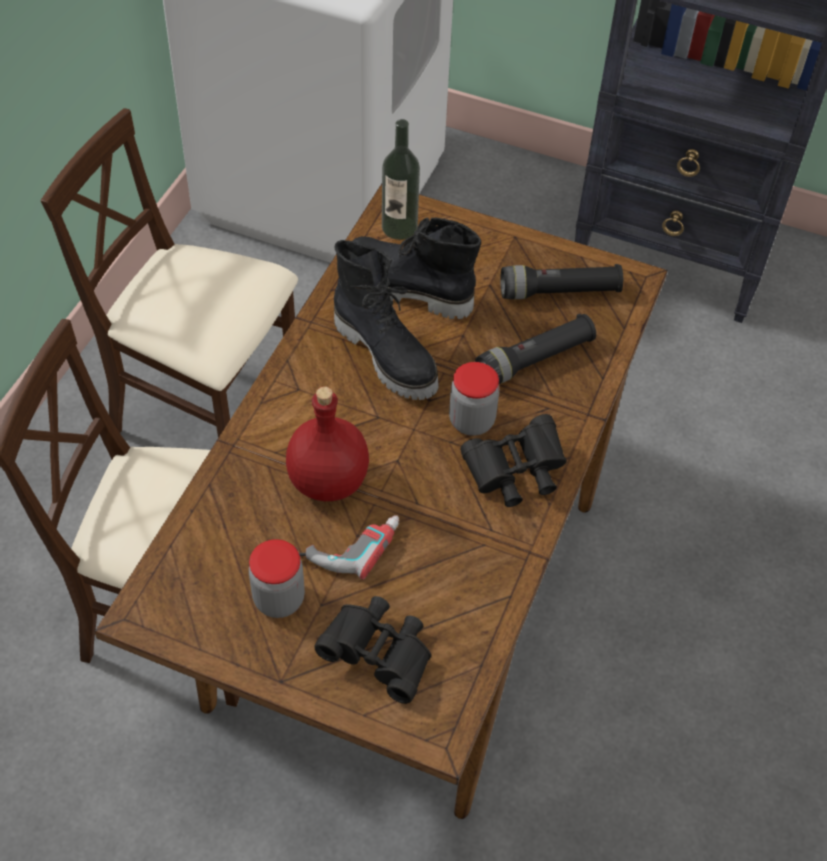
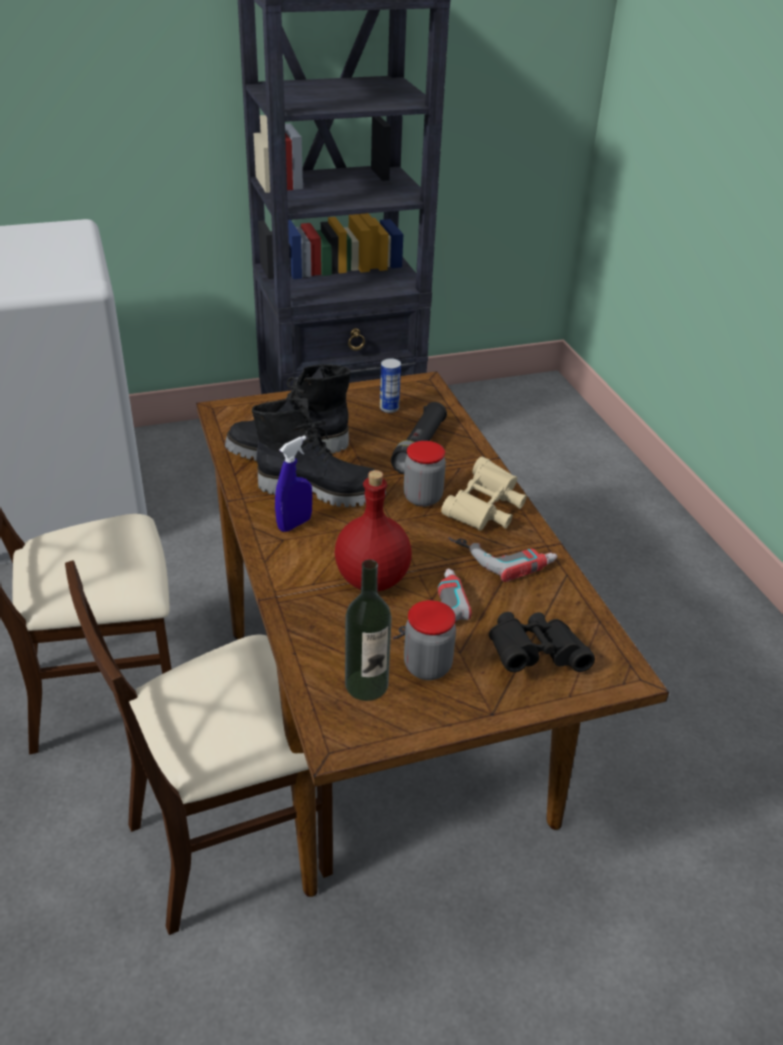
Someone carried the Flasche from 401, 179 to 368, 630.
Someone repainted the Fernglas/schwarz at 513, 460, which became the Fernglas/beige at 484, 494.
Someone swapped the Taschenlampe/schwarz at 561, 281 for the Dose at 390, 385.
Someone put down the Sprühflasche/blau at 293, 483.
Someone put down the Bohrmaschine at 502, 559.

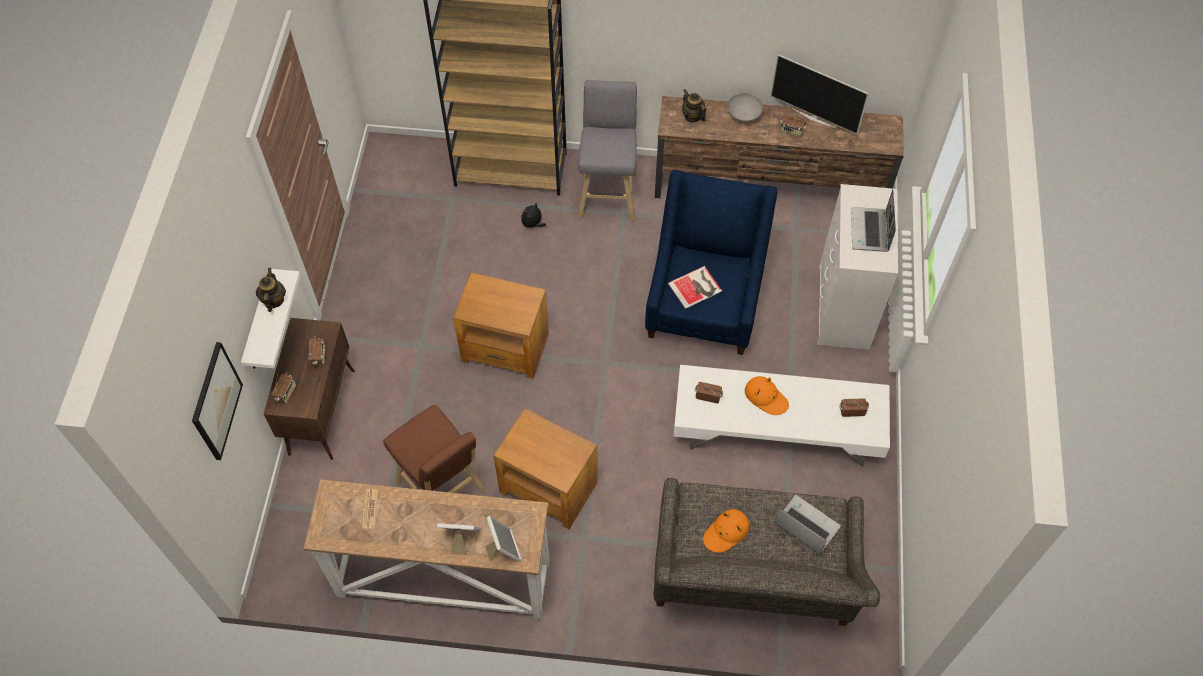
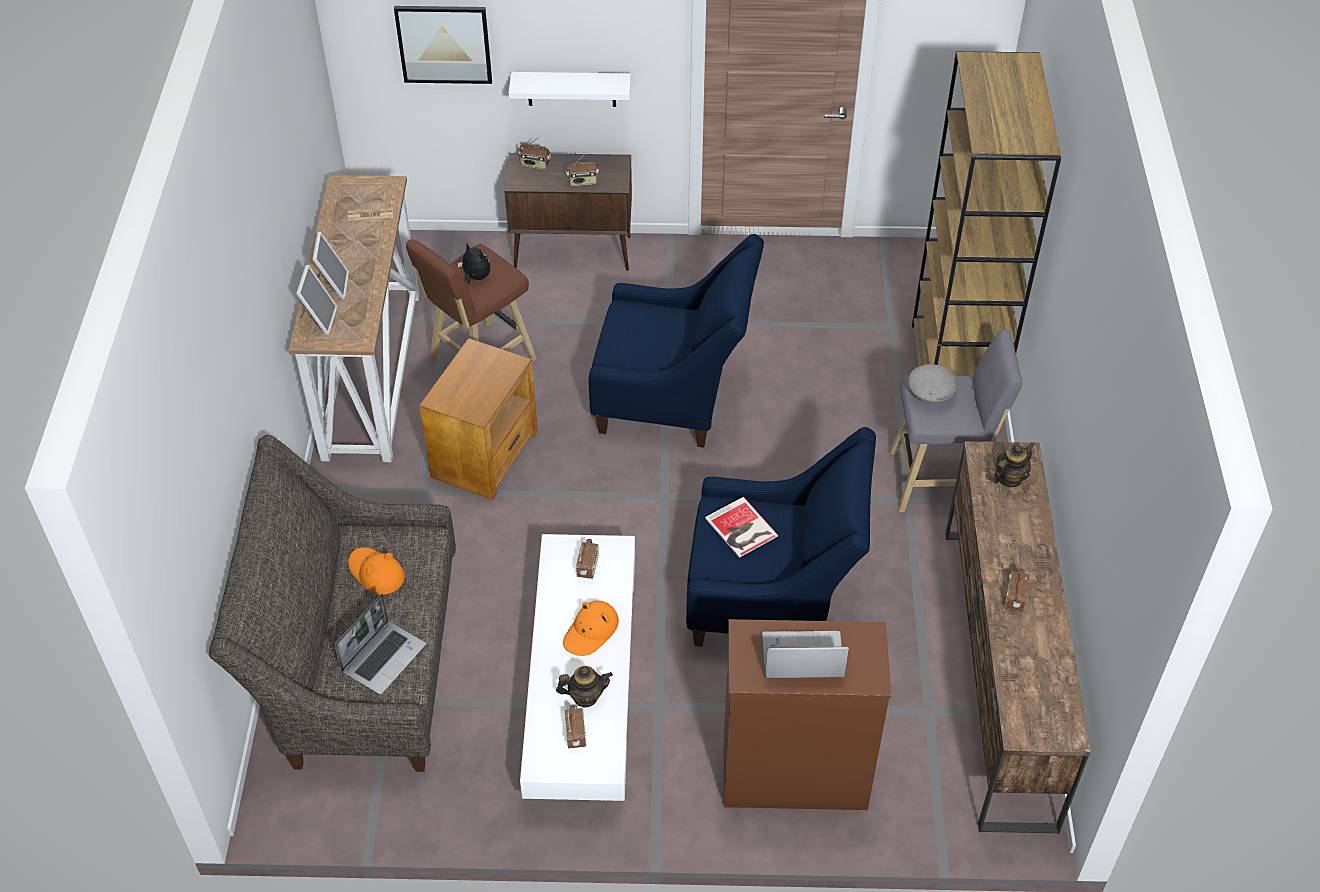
Someone carried the Teekanne from 271, 290 to 584, 687.
Someone swapped the Beistelltisch/braun at 501, 325 for the Sessel/blau at 676, 341.
Someone rotated the Bilderrahmen at 504, 539 by 60 degrees counterclockwise.
Someone carried the Plüschtier from 533, 215 to 474, 263.
Someone carried the Schüssel/grau from 745, 107 to 933, 384.
Someone took away the Fernseher at 819, 94.
Someone repainted the Kommode/weiß at 857, 267, which became the Kommode/braun at 807, 714.

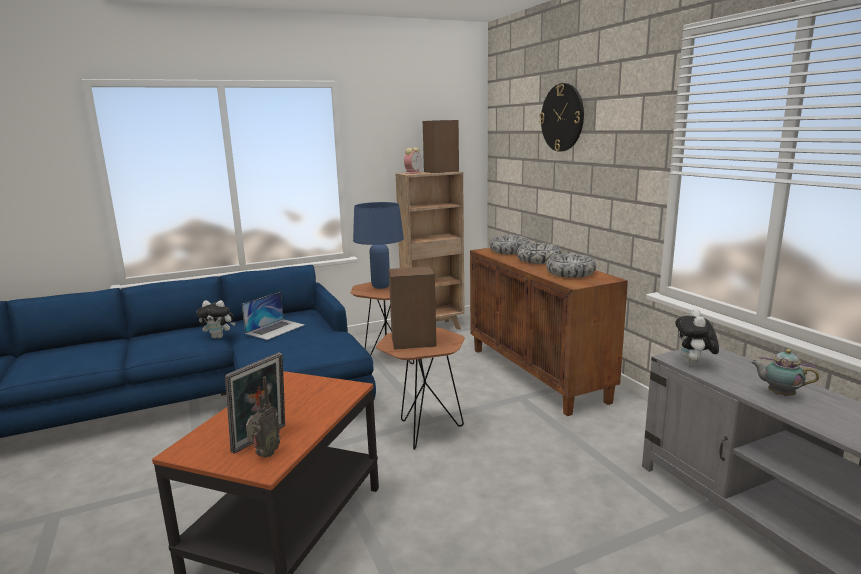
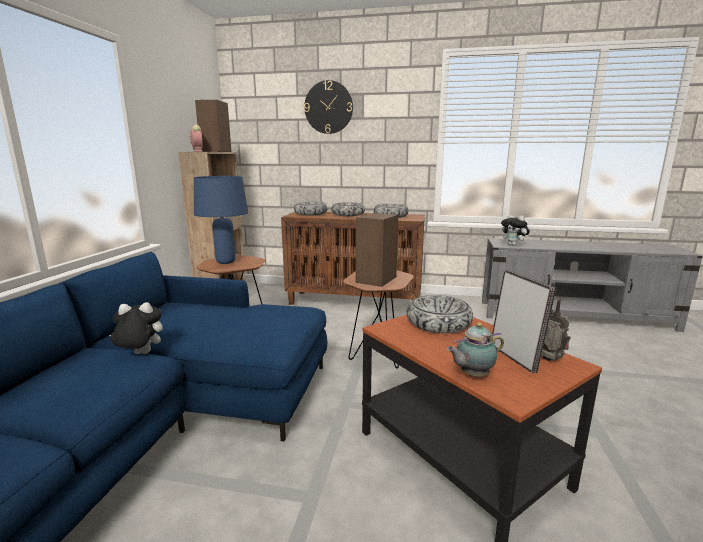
Someone rotated the Plüschtier at 216, 319 by 135 degrees counterclockwise.
Someone took away the Laptop at 273, 316.
Someone carried the Teekanne from 785, 372 to 475, 349.
Someone put down the Schüssel at 440, 314.

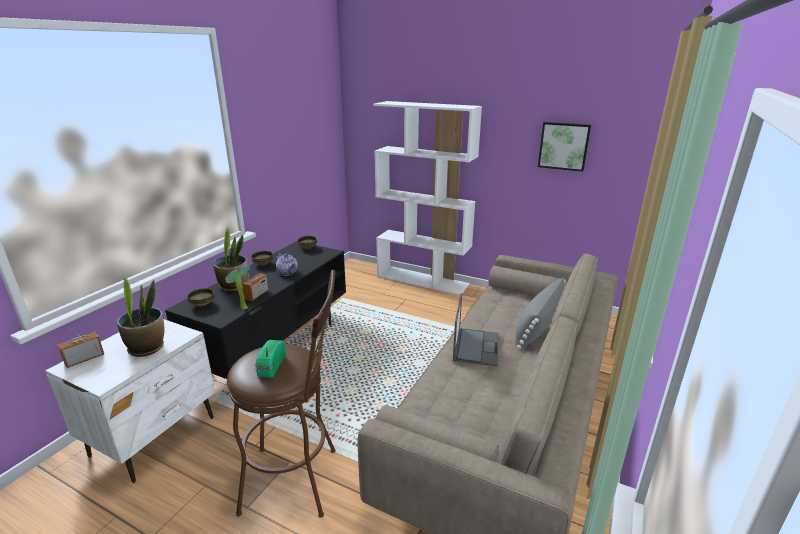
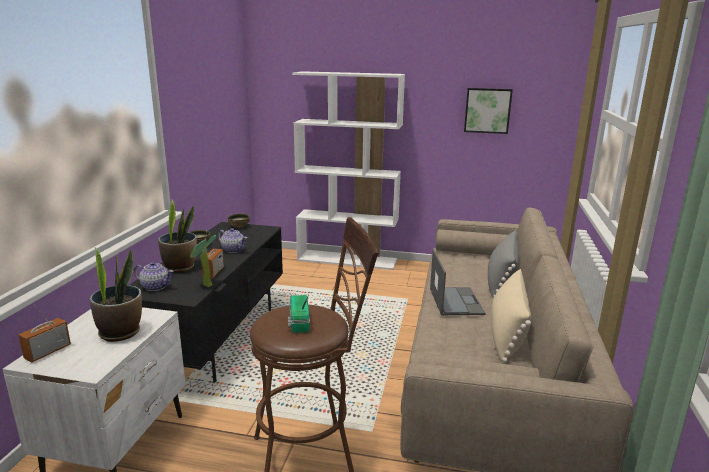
Someone swapped the Schüssel at 201, 297 for the Teekanne at 154, 276.
Someone put down the Kissen/beige at 511, 316.

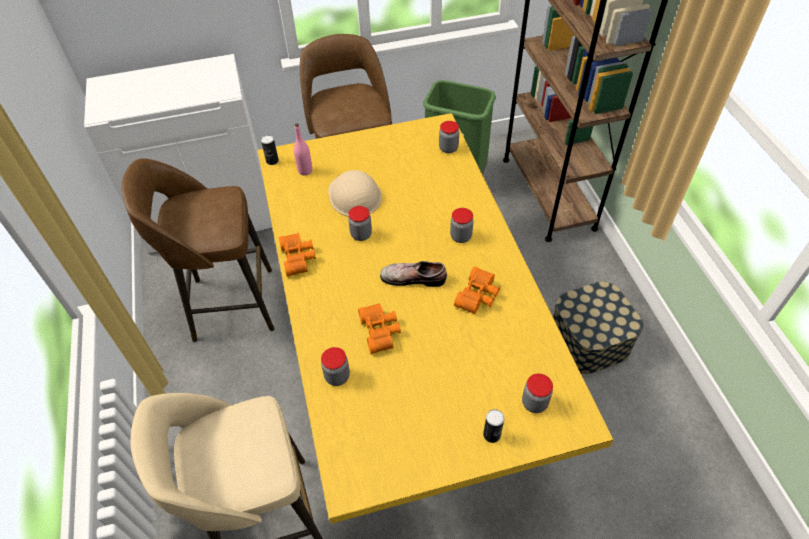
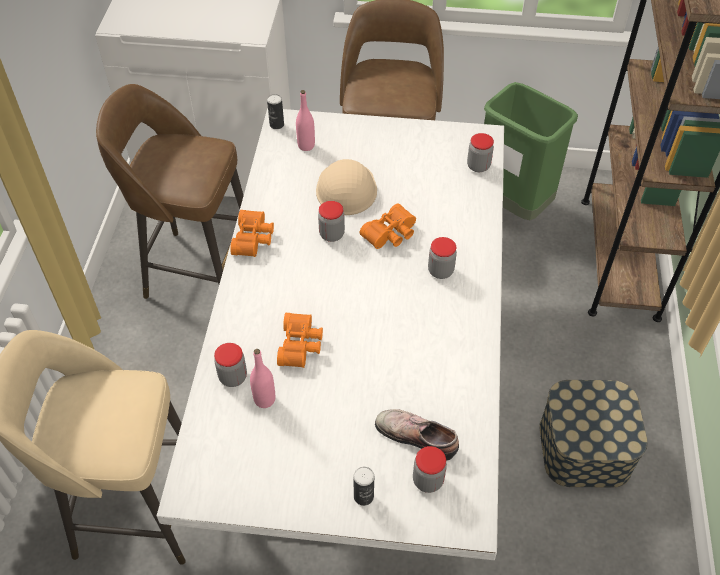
Someone repainted the Esstisch/gelb at 435, 318, which became the Esstisch/weiß at 330, 334.
Someone carried the Schuh from 413, 274 to 417, 435.
Someone carried the Fernglas/orange from 477, 290 to 388, 226.
Someone put down the Flasche/rosa at 262, 378.

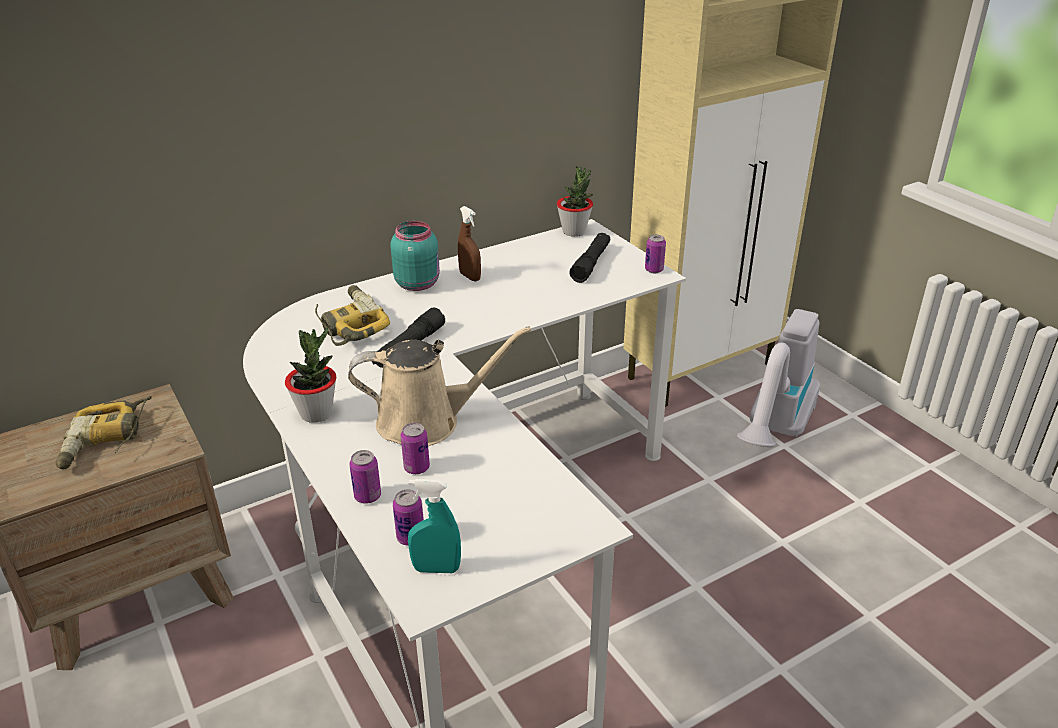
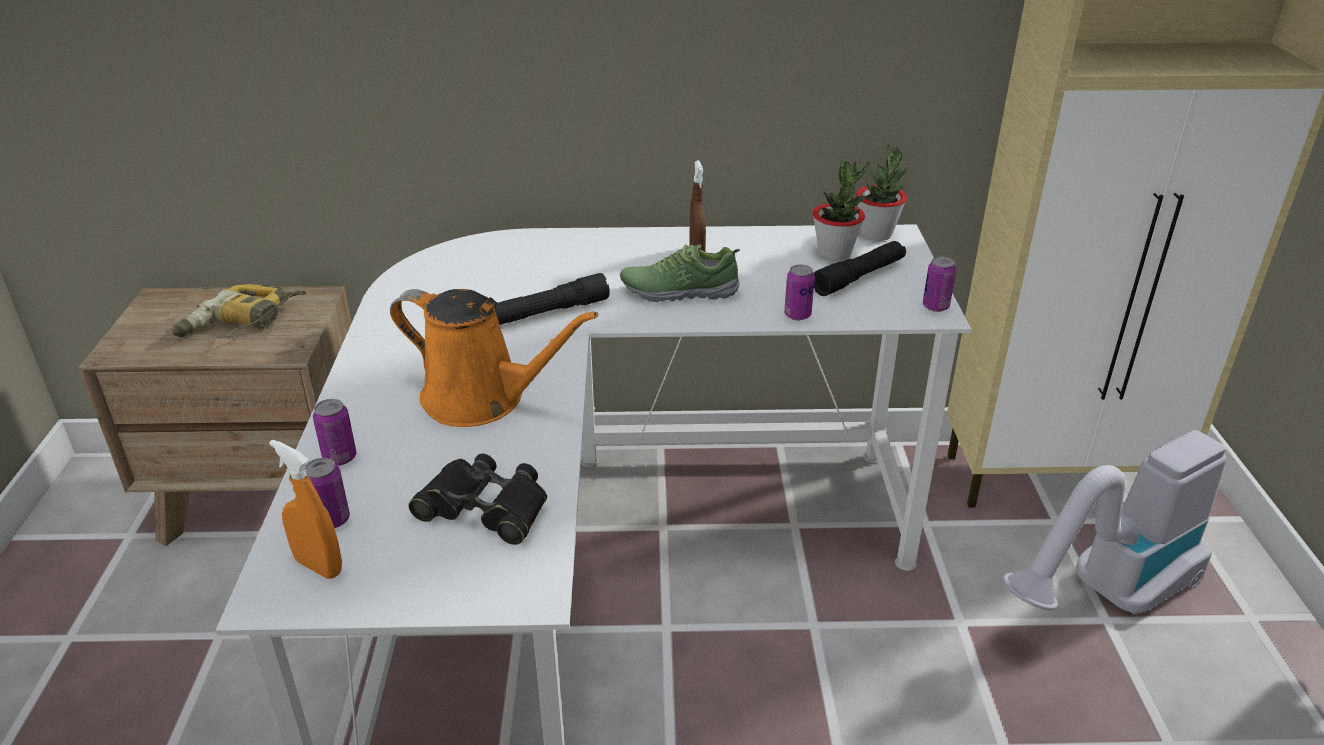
Someone carried the Topfpflanze from 310, 375 to 841, 210.
Someone took away the Bohrmaschine at 352, 315.
Someone repainted the Gießkanne/beige at 439, 386, which became the Gießkanne/orange at 494, 358.
Someone took away the Vorratsglas/türkis at 415, 256.
Someone carried the Dose from 415, 448 to 799, 292.
Someone repainted the Sprühflasche/türkis at 434, 526, which became the Sprühflasche/orange at 305, 509.
Someone put down the Fernglas/schwarz at 477, 499.
Someone put down the Schuh at 680, 273.

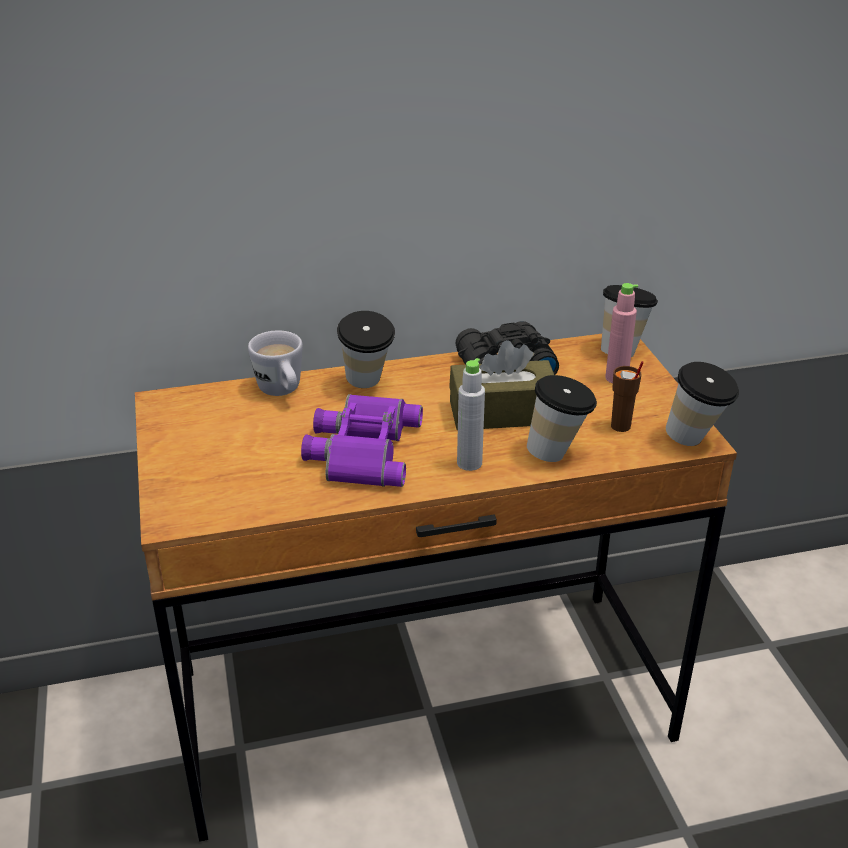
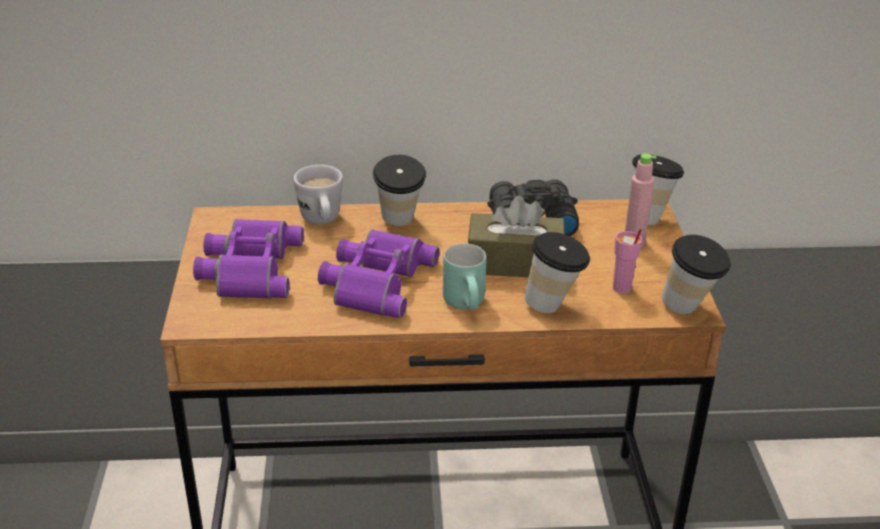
Someone swapped the Flasche/grau at 471, 414 for the Henkelbecher/türkis at 464, 277.
Someone repainted the Tasse/braun at 627, 396, which became the Tasse/rosa at 627, 260.
Someone put down the Fernglas/lila at 248, 259.

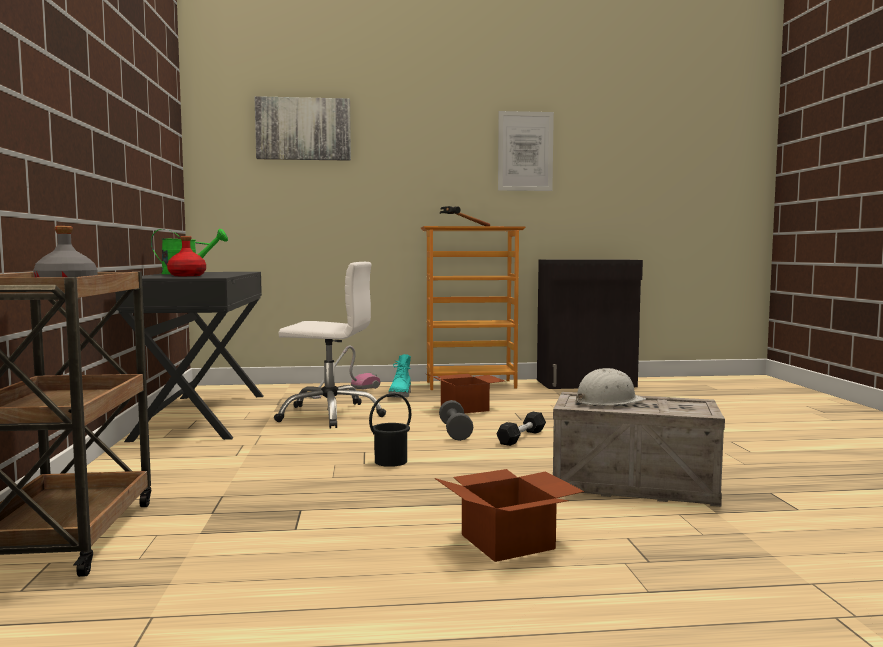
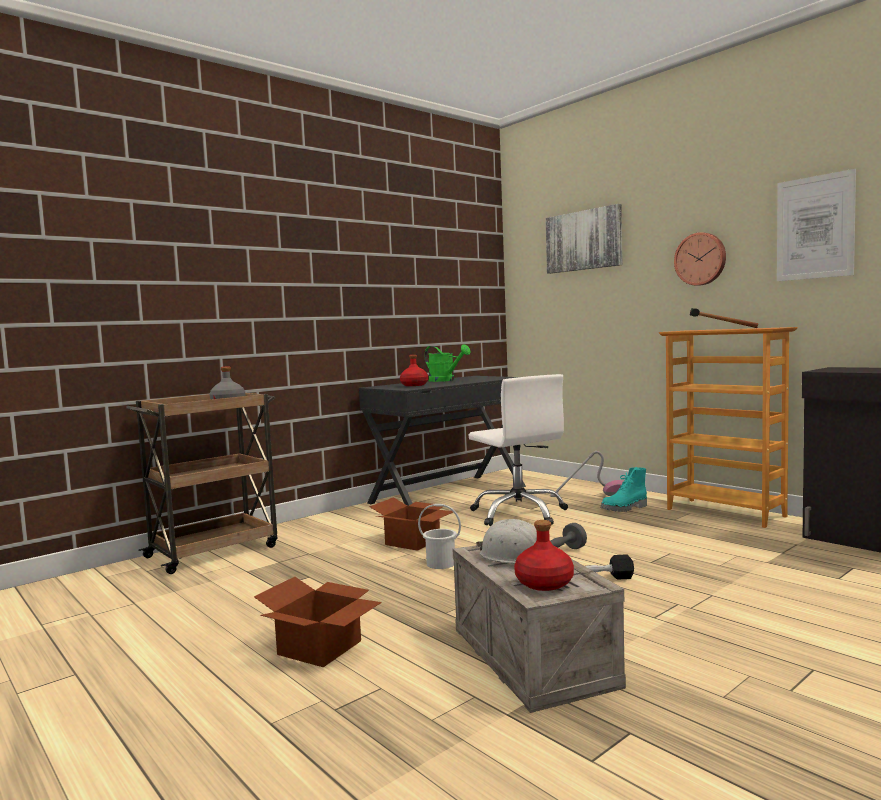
Someone repainted the Eimer/schwarz at 390, 430, which became the Eimer/weiß at 439, 536.
Someone carried the Karton from 466, 393 to 411, 524.
Someone put down the Flasche/rot at 544, 555.
Someone put up the Wanduhr at 700, 259.

